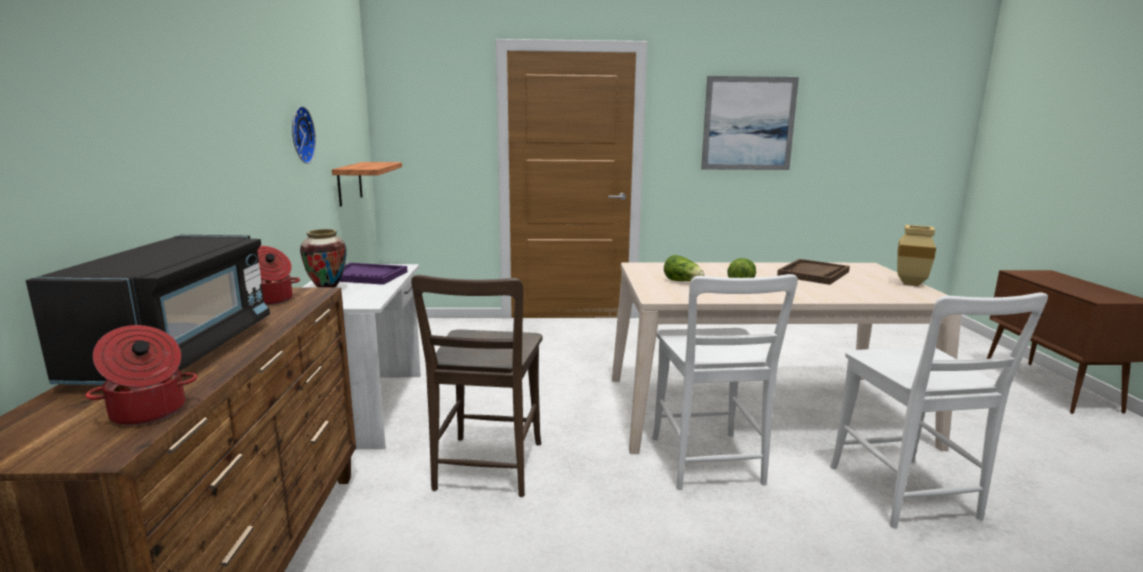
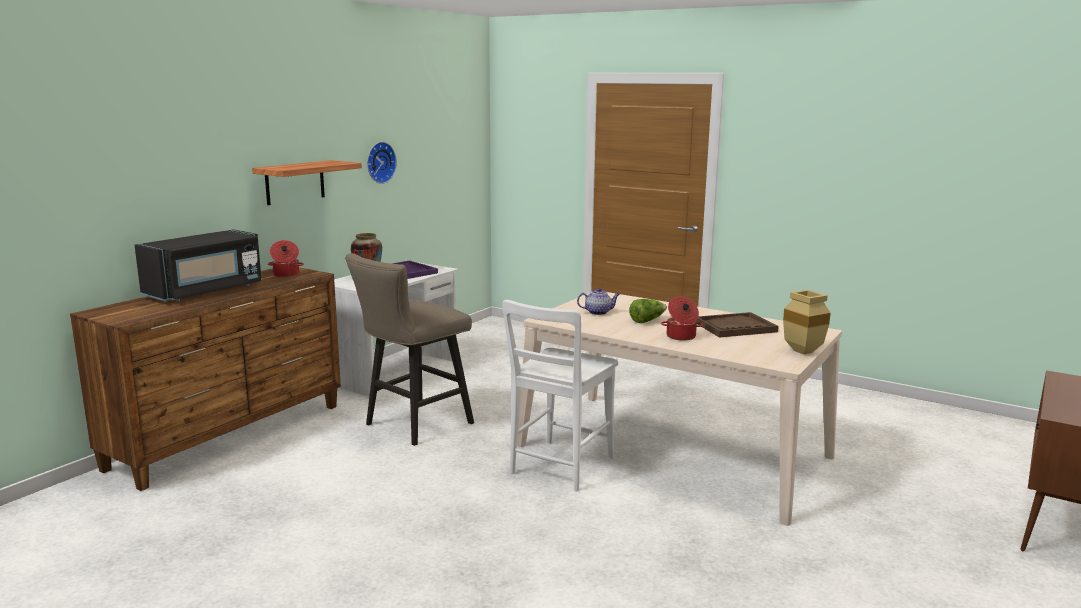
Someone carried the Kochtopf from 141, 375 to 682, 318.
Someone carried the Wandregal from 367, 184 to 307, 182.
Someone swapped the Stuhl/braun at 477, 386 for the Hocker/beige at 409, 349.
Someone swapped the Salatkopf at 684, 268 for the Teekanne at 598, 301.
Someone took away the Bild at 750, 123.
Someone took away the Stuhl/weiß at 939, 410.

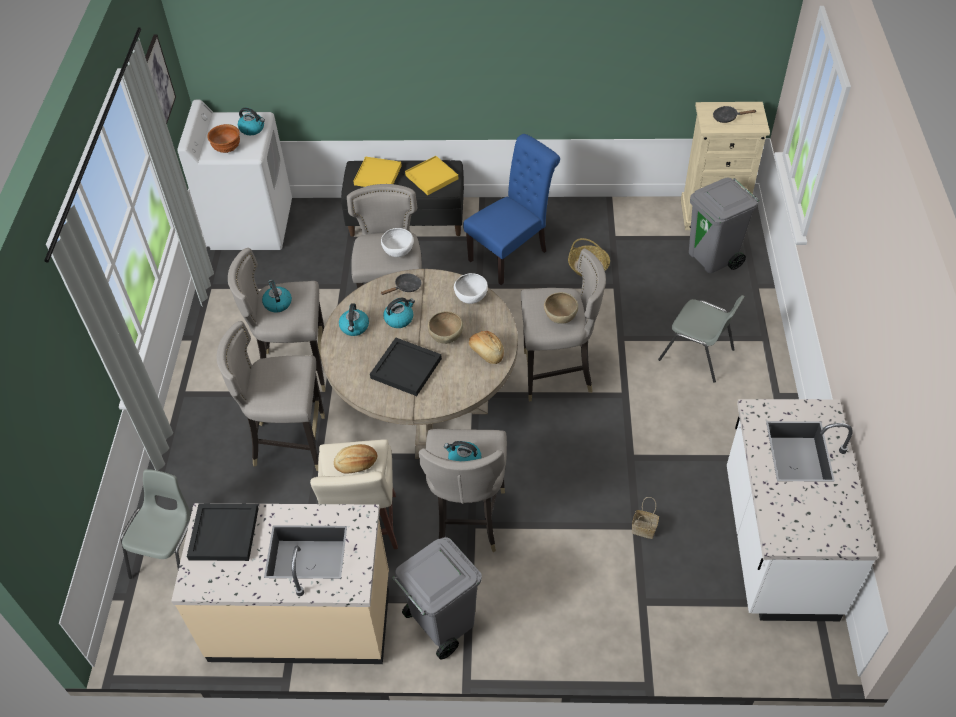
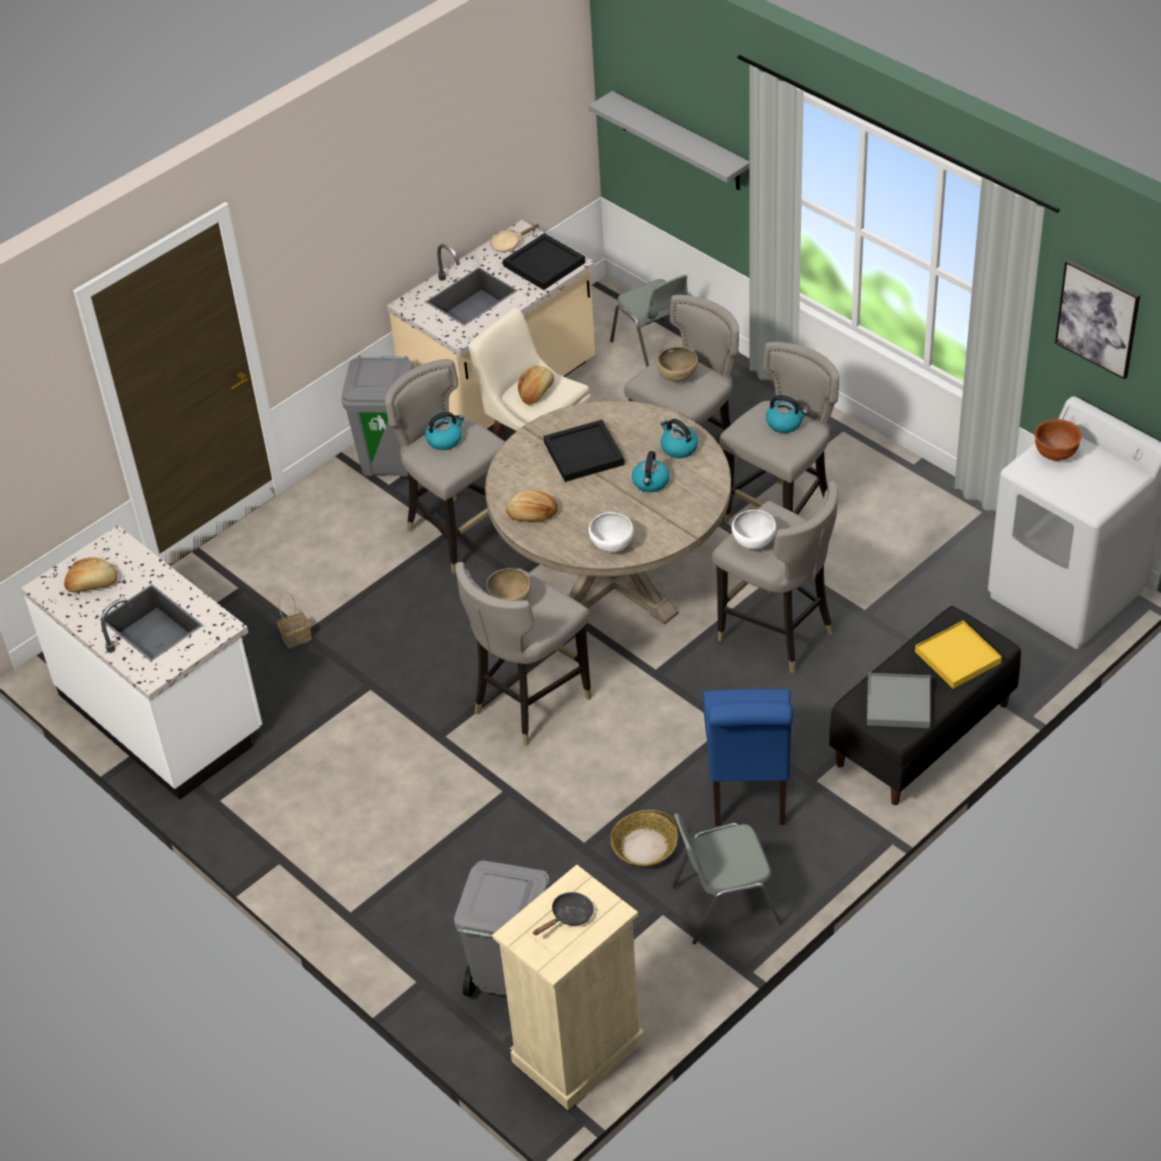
Someone took away the Wasserkessel at 251, 121.
Someone took away the Pfanne/schwarz at 401, 284.
Someone repainted the Tablett/gelb at 431, 175, which became the Tablett/grau at 898, 700.
Someone carried the Schüssel/braun from 445, 327 to 677, 364.
Someone carried the Stuhl/grau from 701, 339 to 727, 878.
Someone put down the Brot at 91, 574.
Someone put down the Pfanne/beige at 514, 238.
Someone put up the Wandregal/grau at 669, 140.

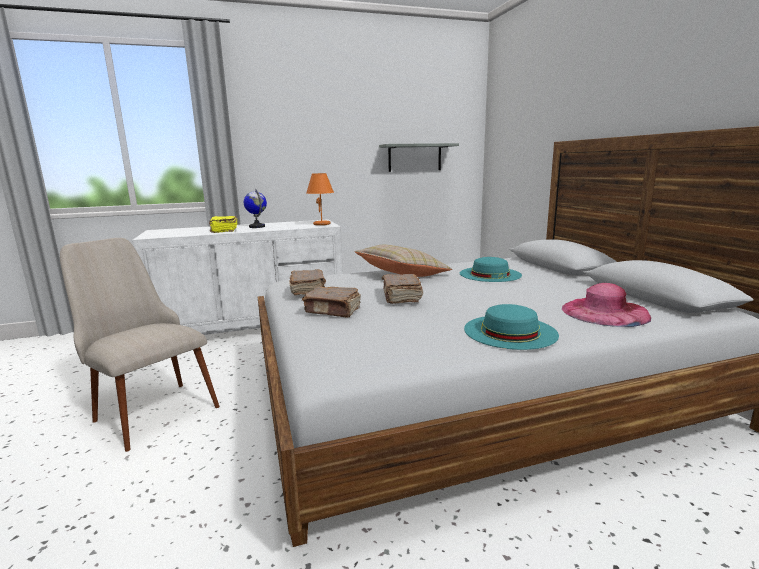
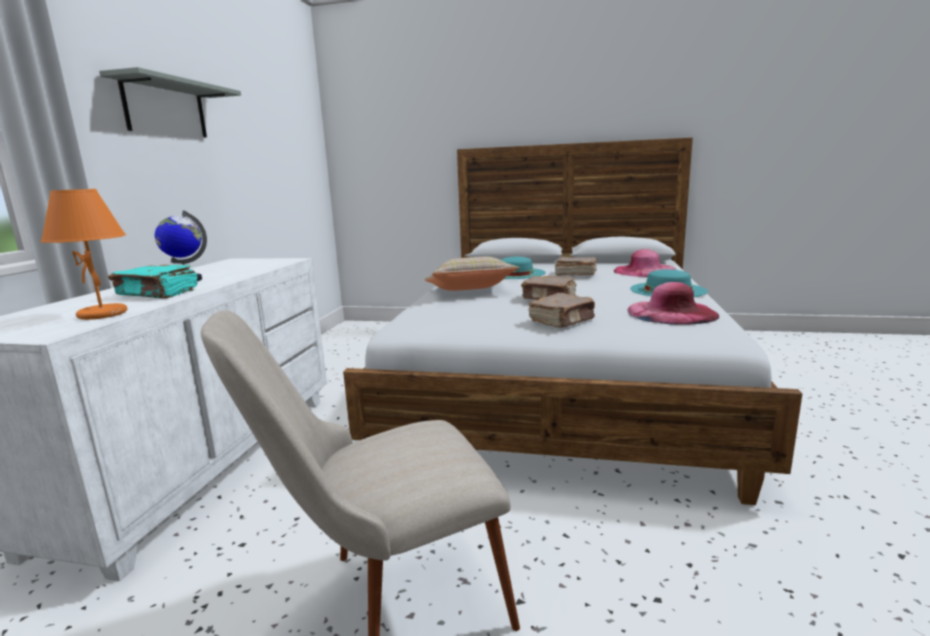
Someone repainted the Buch/gelb at 223, 224, which became the Buch/türkis at 153, 281.
Someone carried the Buch/braun from 307, 282 to 576, 266.
Someone carried the Tischlampe/orange from 320, 199 to 84, 254.
Someone carried the Wandregal/grau from 419, 157 to 170, 102.
Someone put down the Hut/rosa at 673, 303.

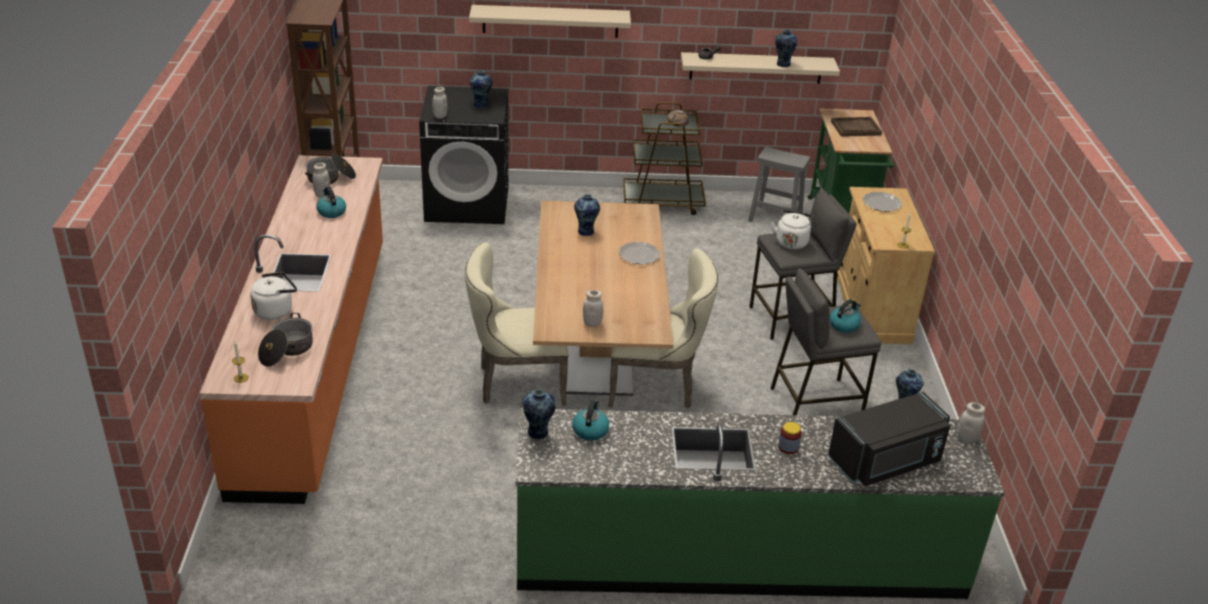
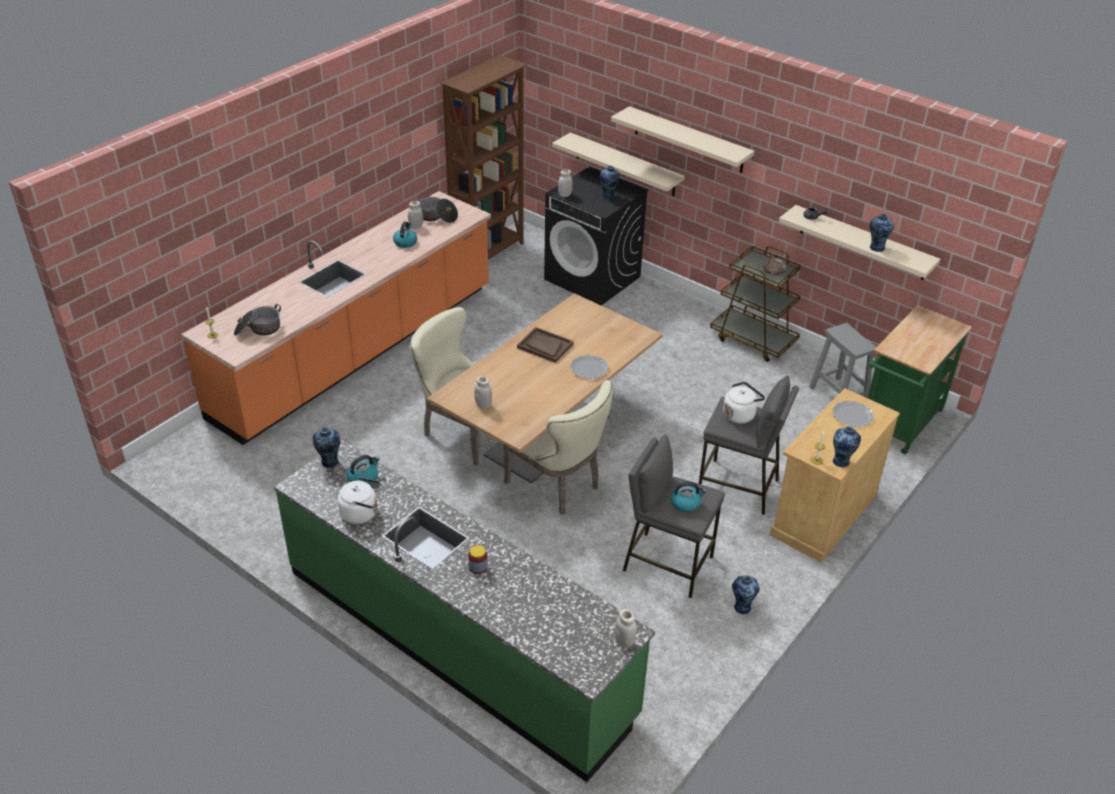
Someone carried the Wasserkessel/weiß from 273, 296 to 359, 500.
Someone carried the Vase from 587, 215 to 847, 447.
Someone took away the Mikrowelle/schwarz at 889, 439.
Someone carried the Tablett/braun from 856, 127 to 545, 345.
Someone put up the Wandregal/beige at 618, 164.

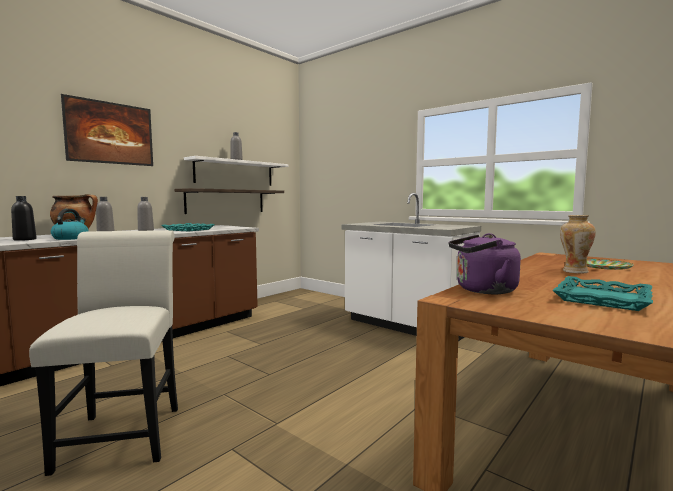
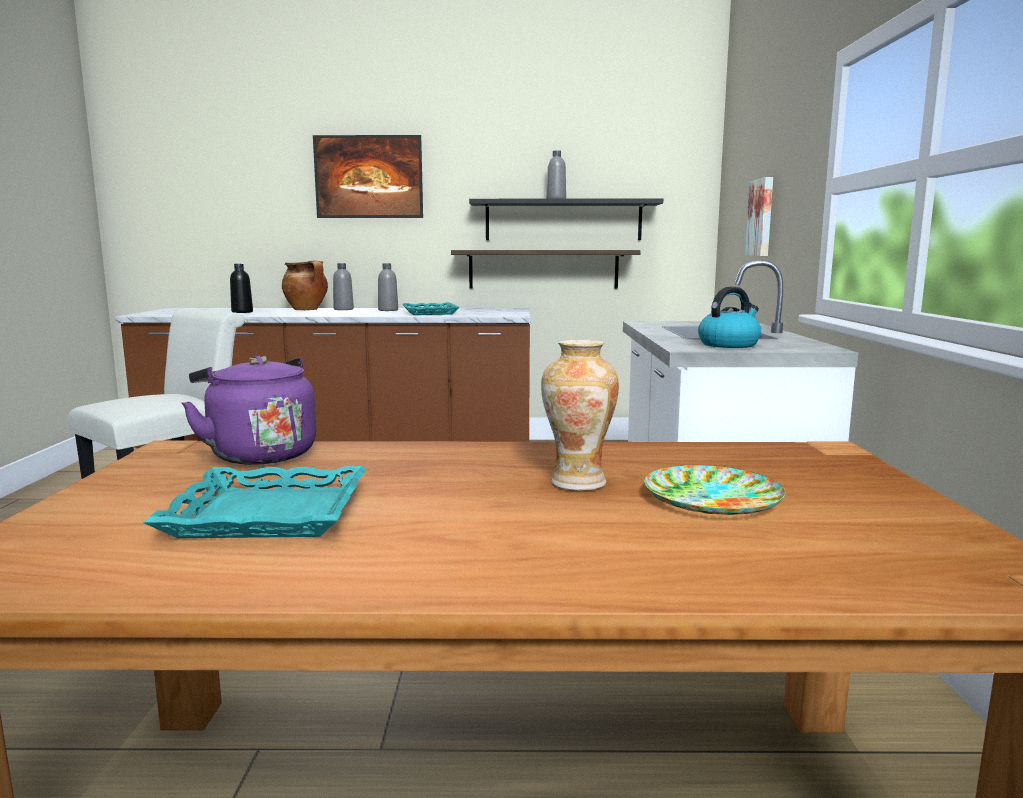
Someone carried the Wasserkessel from 69, 224 to 729, 317.
Someone repainted the Wandregal/weiß at 236, 171, which became the Wandregal/schwarz at 566, 219.
Someone put up the Bild at 759, 216.

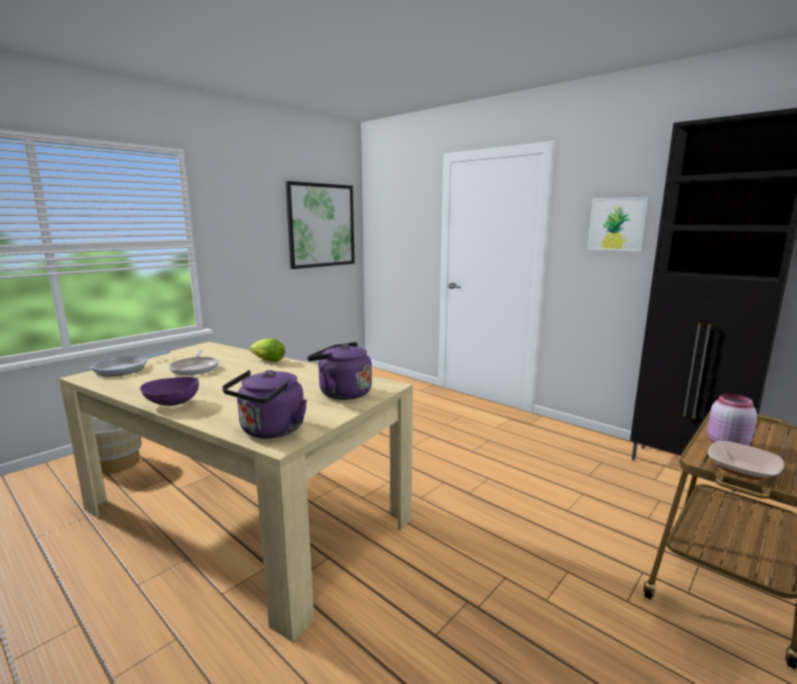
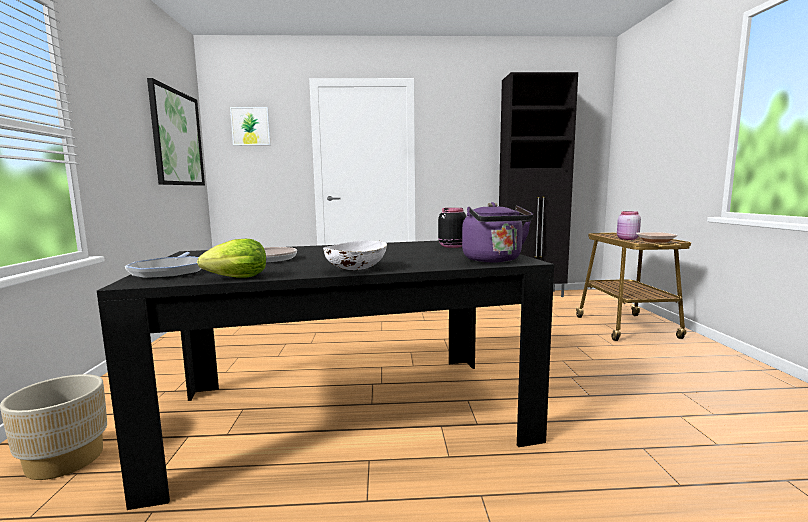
Someone repainted the Esstisch/beige at 236, 492, which became the Esstisch/schwarz at 325, 375.
Someone repainted the Schüssel/lila at 169, 391, which became the Schüssel/weiß at 355, 255.
Someone carried the Salatkopf from 267, 350 to 231, 258.
Someone swapped the Wasserkessel/lila at 339, 371 for the Vorratsglas/schwarz at 452, 228.
Someone carried the Bild from 618, 224 to 250, 126.

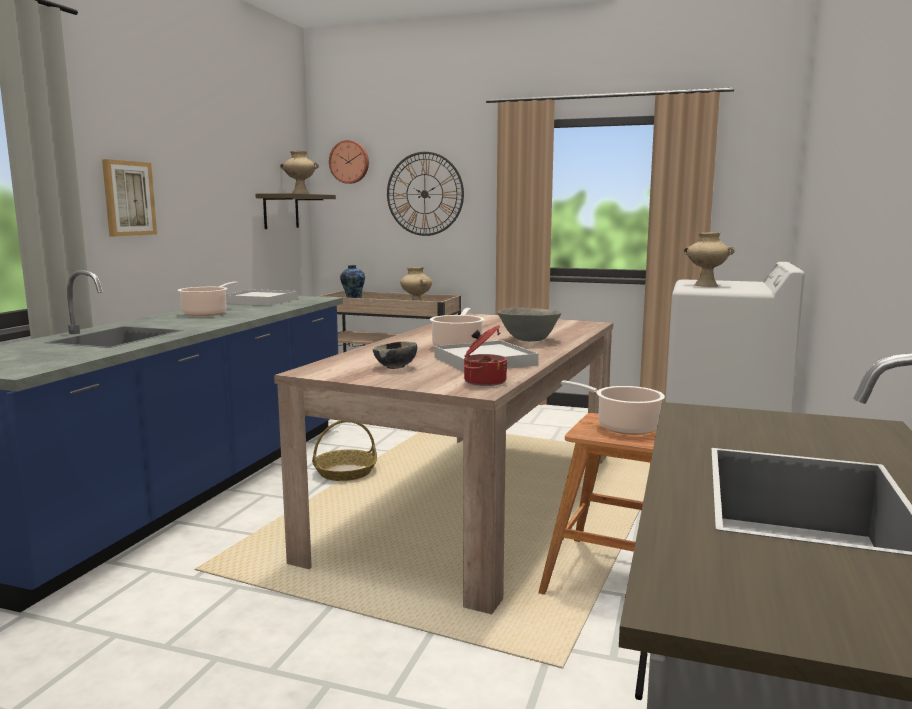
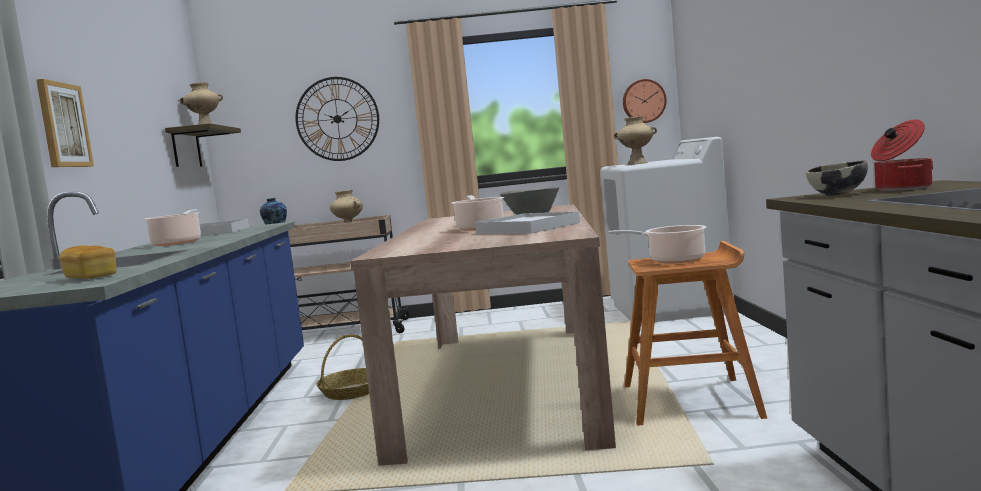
Someone carried the Wanduhr from 349, 162 to 644, 101.
Someone carried the Schüssel from 395, 355 to 837, 178.
Someone carried the Kochtopf from 486, 355 to 902, 155.
Someone put down the Brot at 87, 262.

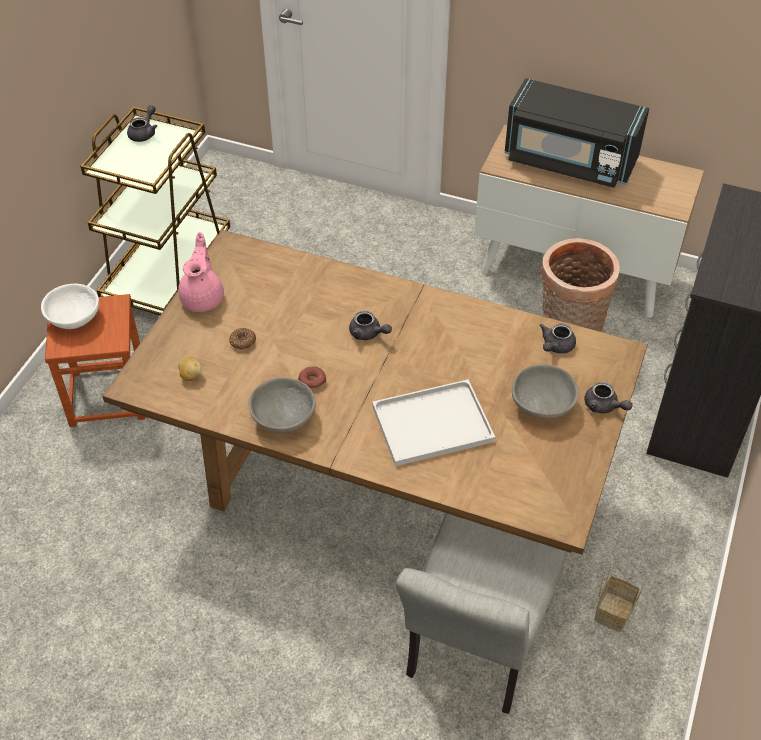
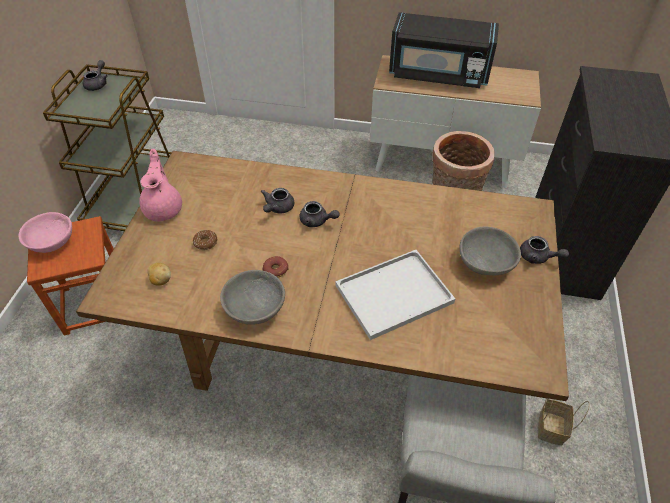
Someone repainted the Schüssel/weiß at 70, 306, which became the Schüssel/rosa at 45, 232.
Someone carried the Teekanne/grau from 557, 338 to 277, 200.

